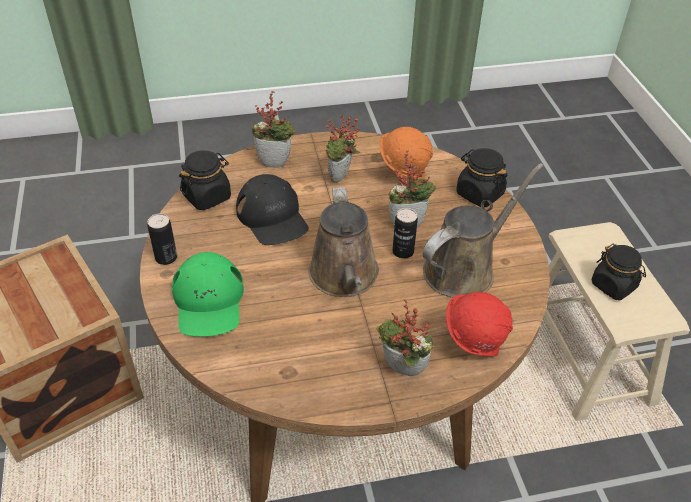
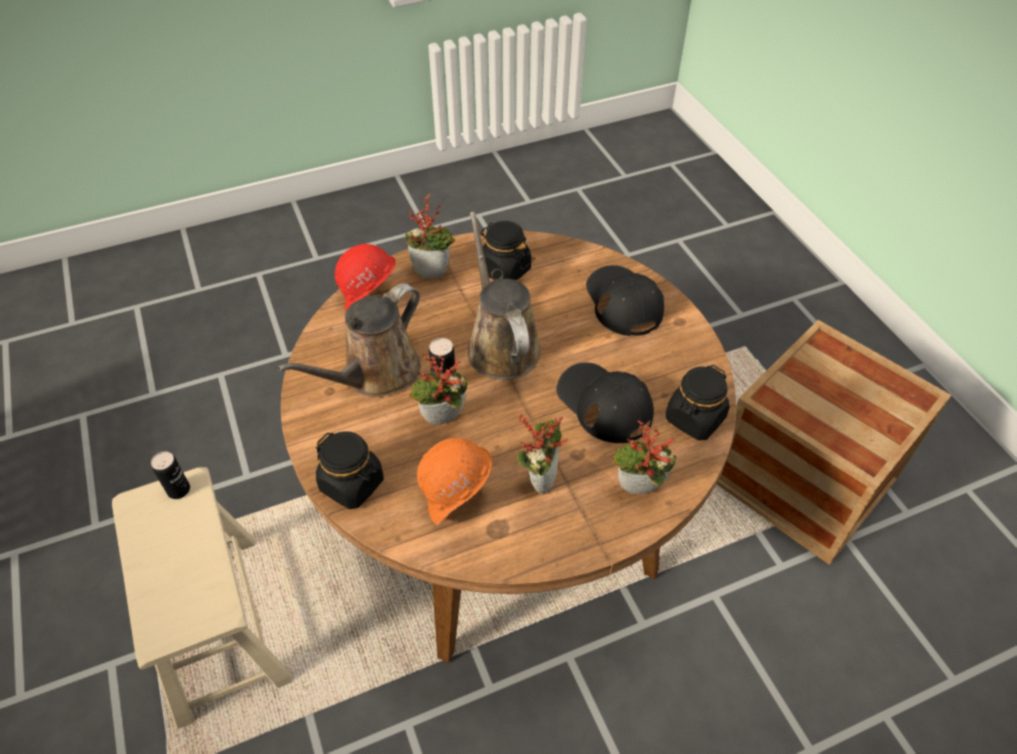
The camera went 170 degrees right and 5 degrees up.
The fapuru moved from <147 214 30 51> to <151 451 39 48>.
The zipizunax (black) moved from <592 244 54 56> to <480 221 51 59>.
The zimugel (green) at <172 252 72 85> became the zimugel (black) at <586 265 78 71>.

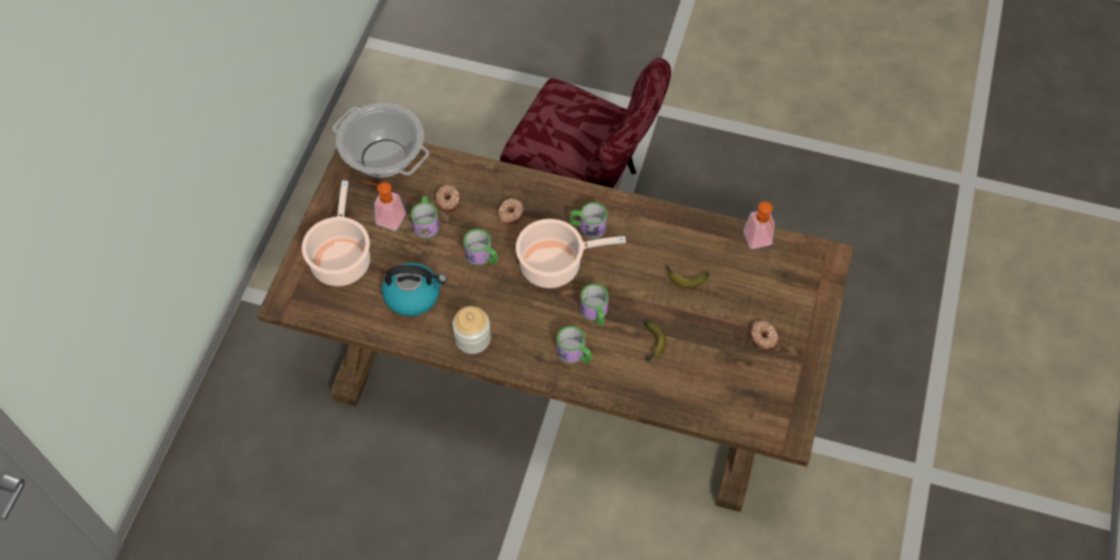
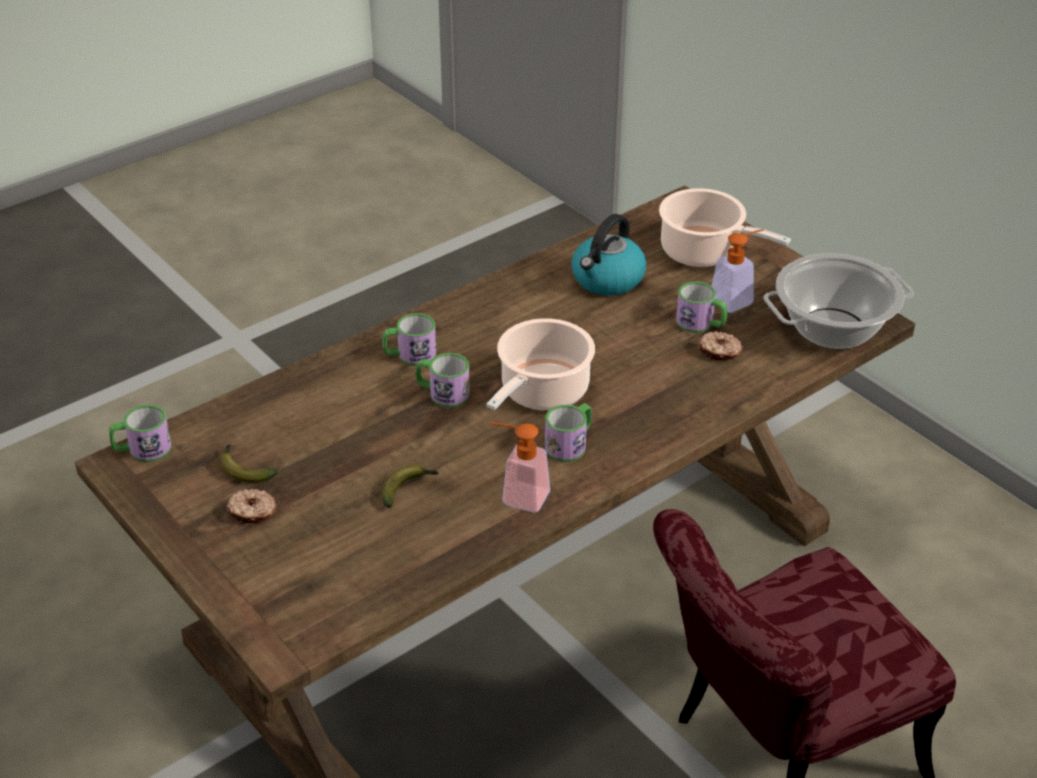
The camera went 125 degrees right and 20 degrees down.
The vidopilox moved from <463 229 35 37> to <109 405 63 57>.
The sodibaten moved from <644 321 23 41> to <220 444 58 39>.
The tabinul moved from <743 201 32 48> to <490 422 60 91>.
The zipizunax at <453 306 38 48> disappeared.
The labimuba at <498 198 26 28> disappeared.

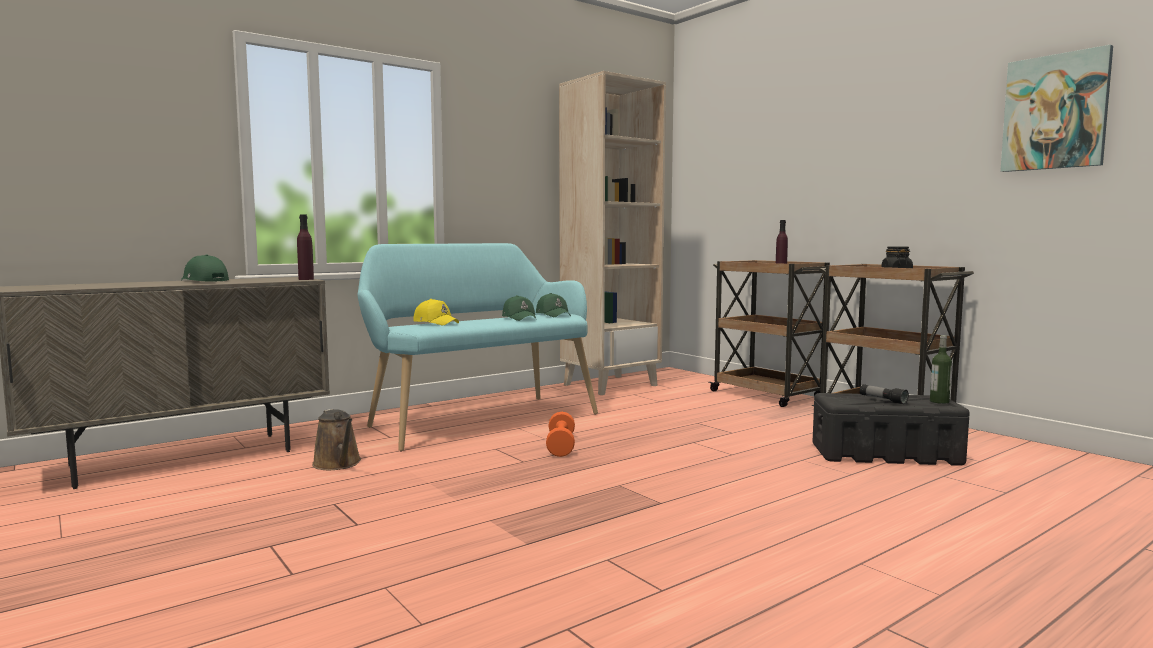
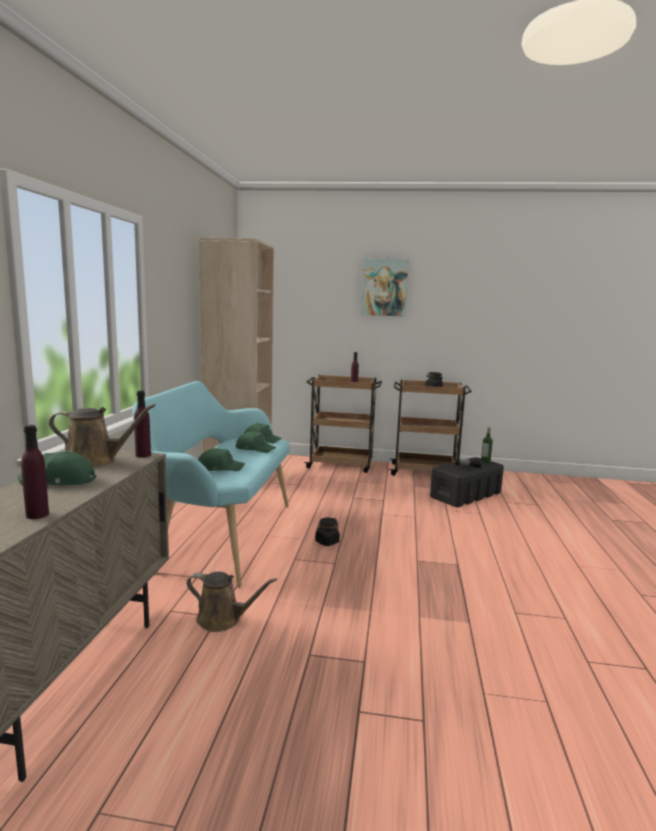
The camera went 45 degrees left and 5 degrees up.
The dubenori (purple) at <21 425 28 94> appeared.
The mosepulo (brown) at <49 404 107 64> appeared.
The zimugel (yellow) at <413 299 46 26> became the zimugel (green) at <198 448 47 23>.
The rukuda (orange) at <546 412 29 45> was replaced by the zipizunax (black) at <315 517 25 29>.
The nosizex moved from <1000 45 113 127> to <361 258 48 59>.

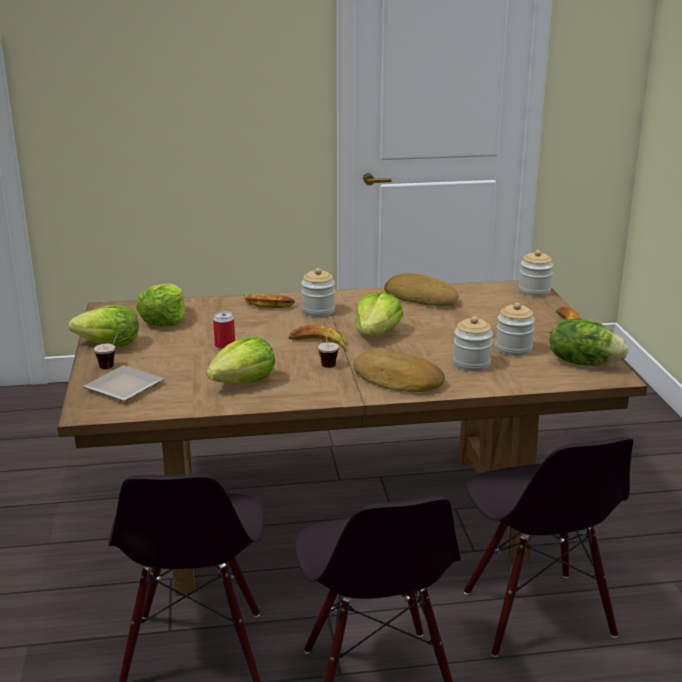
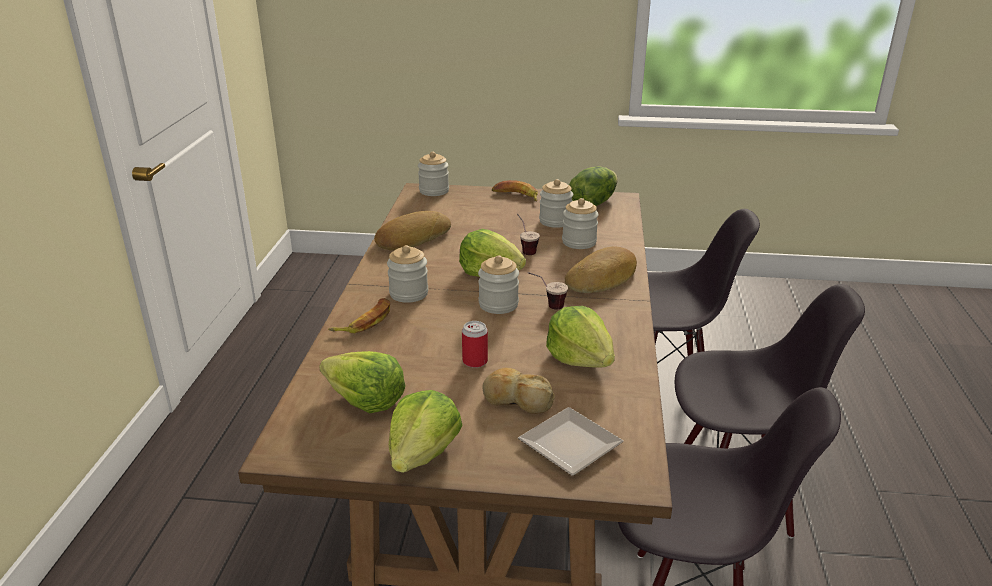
The camera went 75 degrees left and 5 degrees up.
The sodibaten at <289 325 57 24> was replaced by the zipizunax at <478 255 41 59>.
The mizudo at <482 368 73 46> appeared.
The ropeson moved from <94 327 34 42> to <517 214 23 41>.

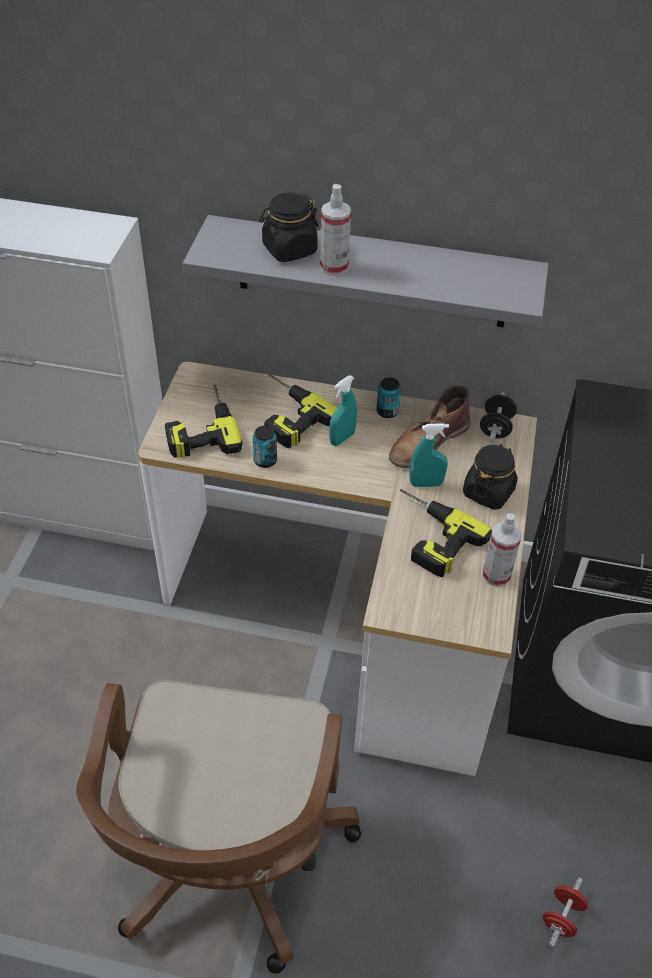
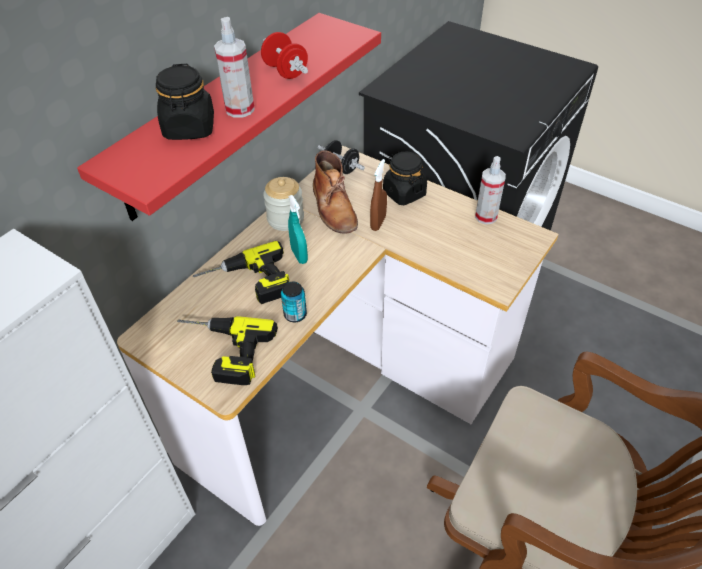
The camera went 65 degrees left and 0 degrees up.
The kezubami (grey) at <183 215 366 112> became the kezubami (red) at <77 13 304 208>.
The rukuda (red) moved from <543 878 45 69> to <261 32 47 47>.
The fapuru at <377 377 24 41> was replaced by the zipizunax at <263 177 41 54>.
The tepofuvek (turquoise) at <410 423 39 64> became the tepofuvek (brown) at <370 159 17 72>.
The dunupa at <400 489 92 88> disappeared.

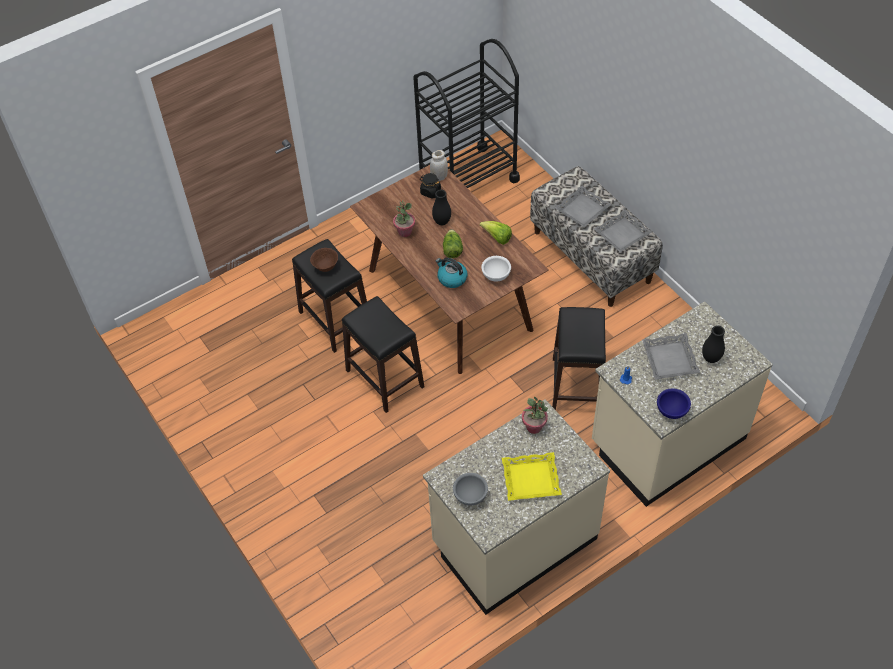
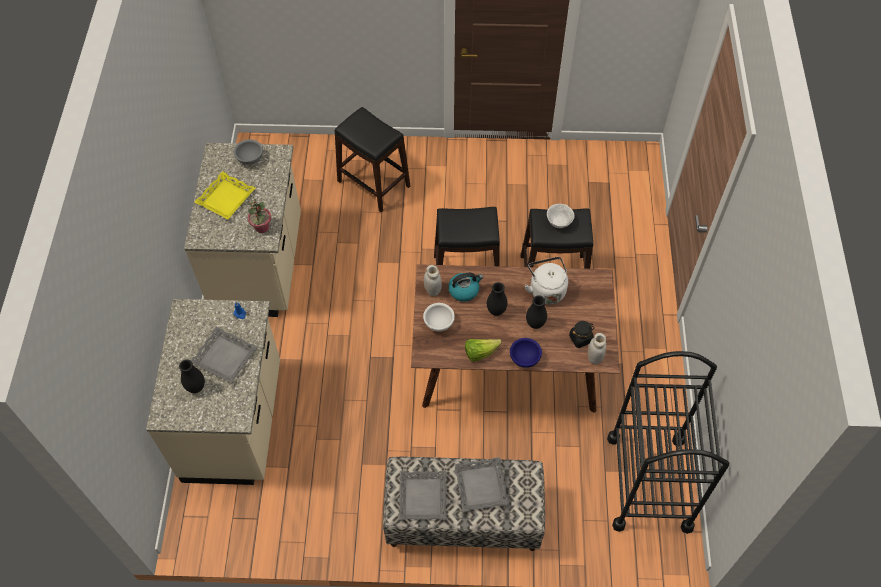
The camera went 125 degrees right and 5 degrees up.
The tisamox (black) moved from <552 307 54 103> to <334 107 76 105>.
The zipizunax (white) at <424 265 18 31> appeared.
The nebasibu at <443 229 20 29> was replaced by the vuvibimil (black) at <487 282 20 34>.
The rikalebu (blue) moved from <657 389 34 30> to <510 338 32 30>.
The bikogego at <393 200 22 37> was replaced by the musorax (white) at <525 257 43 47>.
The rikalebu (brown) at <310 248 28 24> became the rikalebu (white) at <547 204 28 24>.

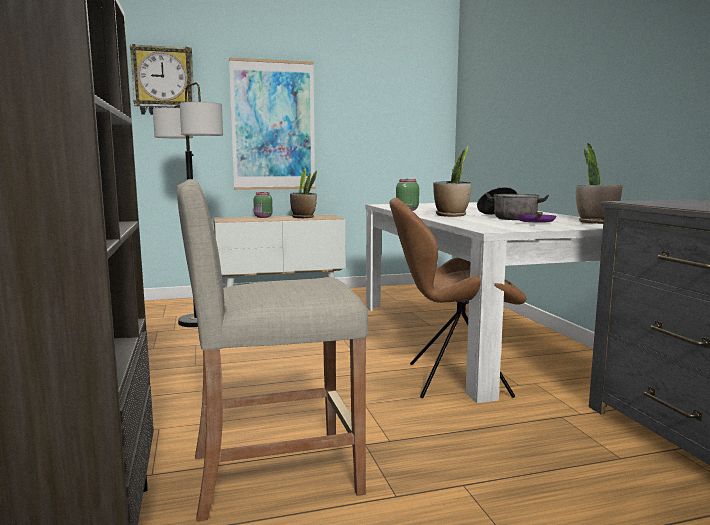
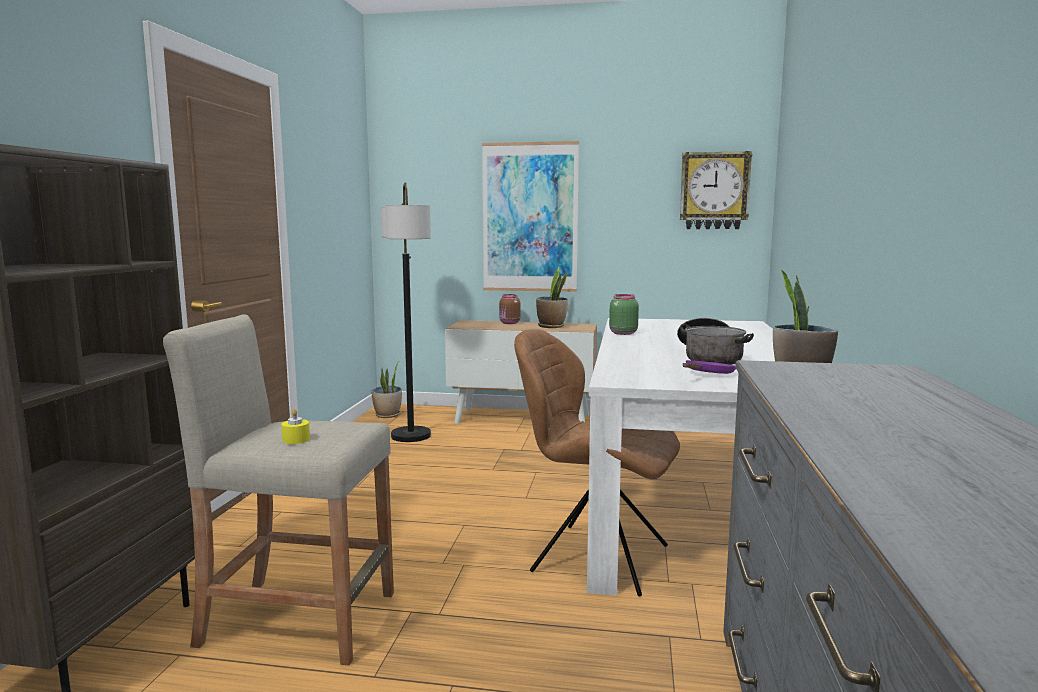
The camera went 25 degrees right and 0 degrees up.
The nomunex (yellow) at <281 409 29 35> appeared.
The bikogego moved from <433 146 39 71> to <371 362 31 56>.
The zipizunax (green) at <254 192 18 26> became the zipizunax (brown) at <499 294 21 30>.
The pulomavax moved from <130 44 64 71> to <680 151 72 78>.

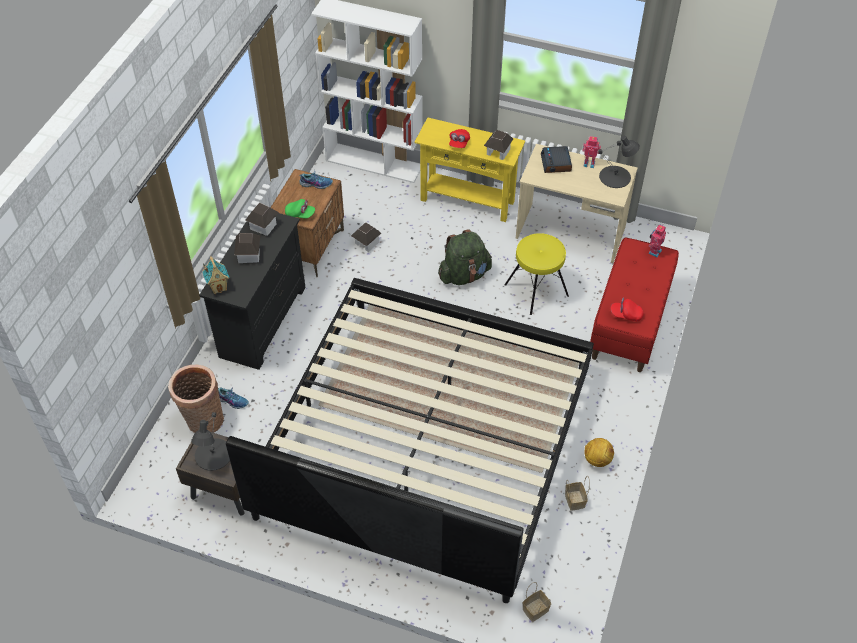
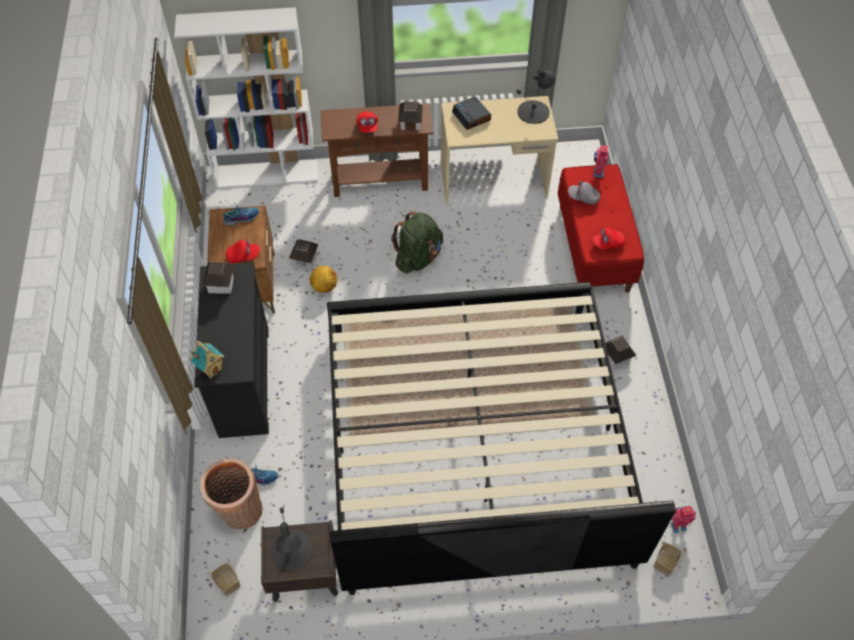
The camera went 25 degrees left and 5 degrees up.
The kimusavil moved from <565 476 25 35> to <207 558 34 38>.
The zimugel (green) at <285 199 30 20> became the zimugel (red) at <226 239 34 24>.
The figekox moved from <584 438 30 29> to <309 266 28 27>.
The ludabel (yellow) at <414 117 111 105> became the ludabel (brown) at <321 103 113 94>.
The zimugel (grey) at <568 180 32 25> appeared.
The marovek moved from <234 233 26 30> to <605 336 32 33>.
The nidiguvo moved from <582 136 19 32> to <670 506 26 27>.
The tisamox (yellow) at <504 233 65 82> disappeared.

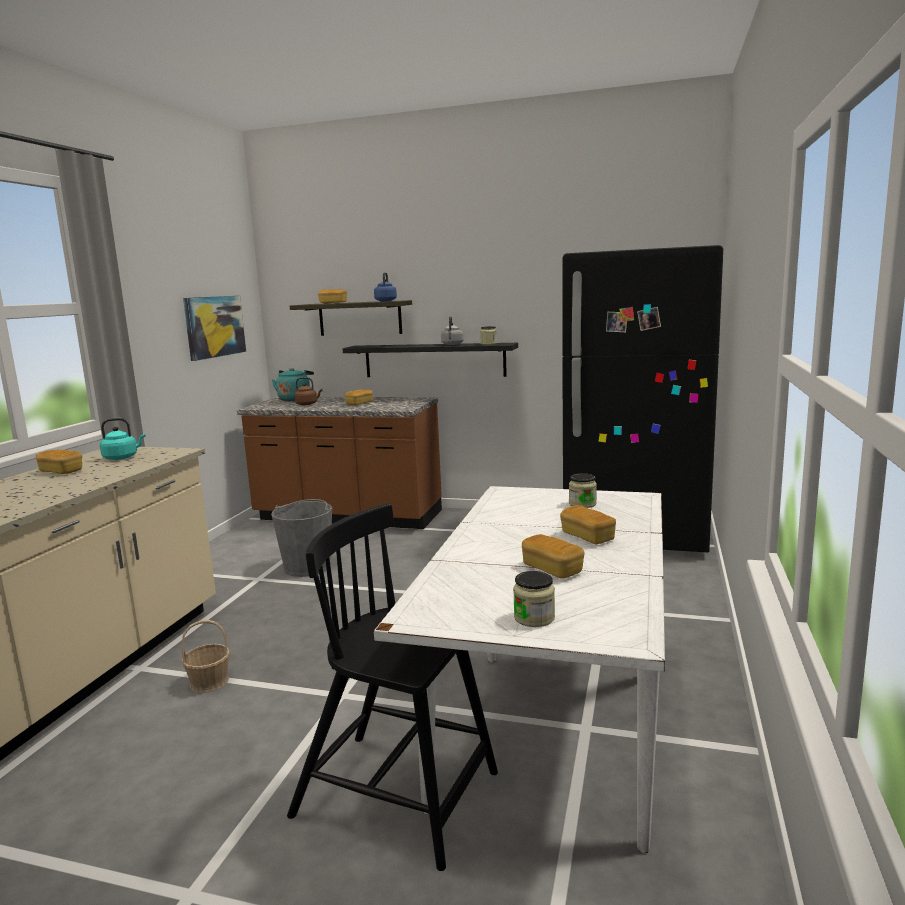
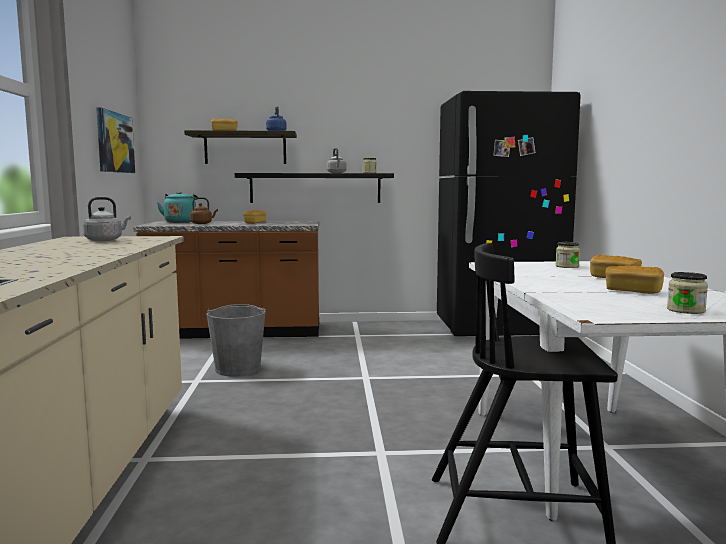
The camera went 20 degrees left and 5 degrees down.
The musorax (turquoise) at <100 418 45 42> became the musorax (grey) at <83 197 48 44>.
The mizudo at <36 450 46 24> disappeared.
The kimusavil at <181 620 49 73> disappeared.

